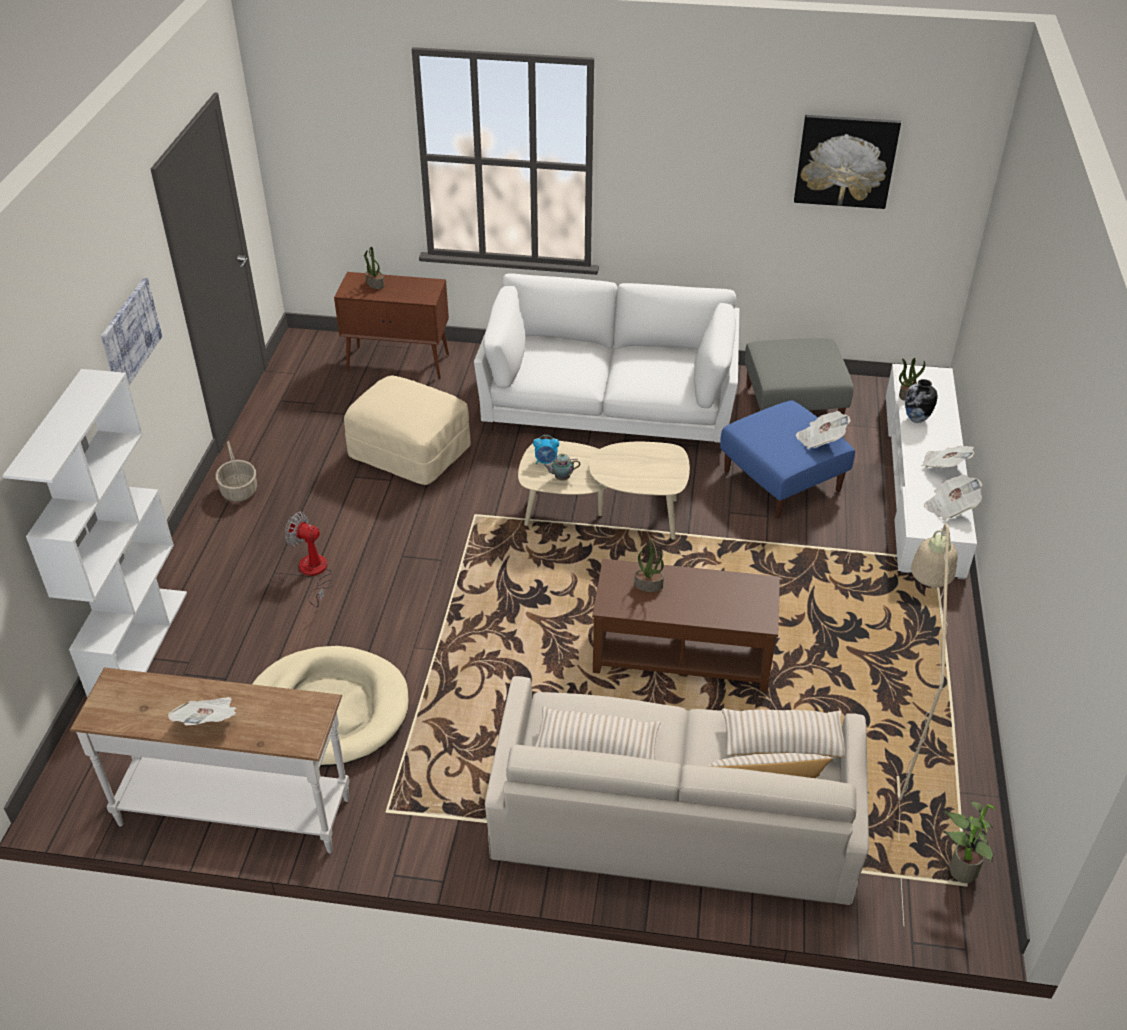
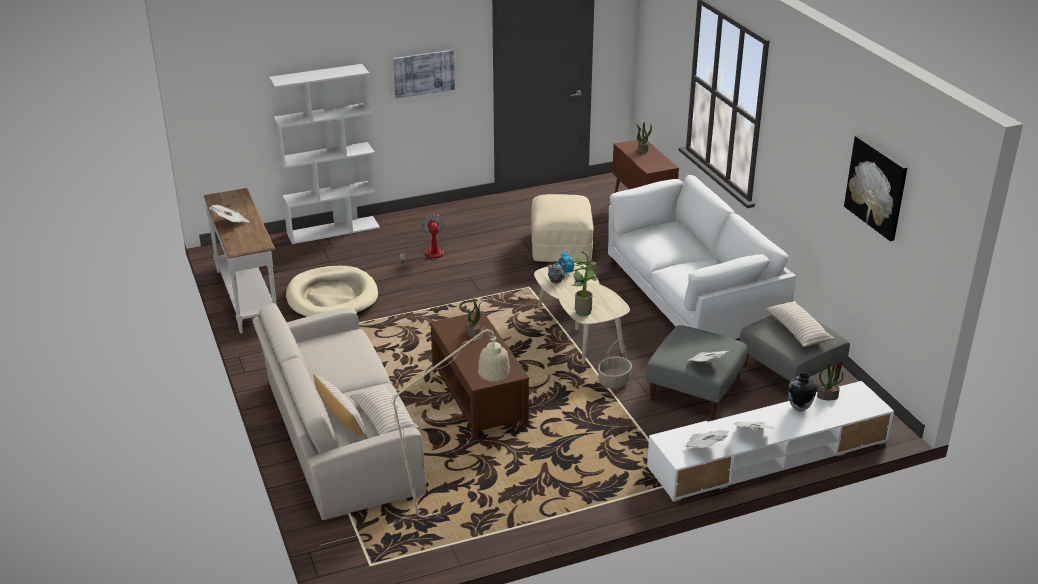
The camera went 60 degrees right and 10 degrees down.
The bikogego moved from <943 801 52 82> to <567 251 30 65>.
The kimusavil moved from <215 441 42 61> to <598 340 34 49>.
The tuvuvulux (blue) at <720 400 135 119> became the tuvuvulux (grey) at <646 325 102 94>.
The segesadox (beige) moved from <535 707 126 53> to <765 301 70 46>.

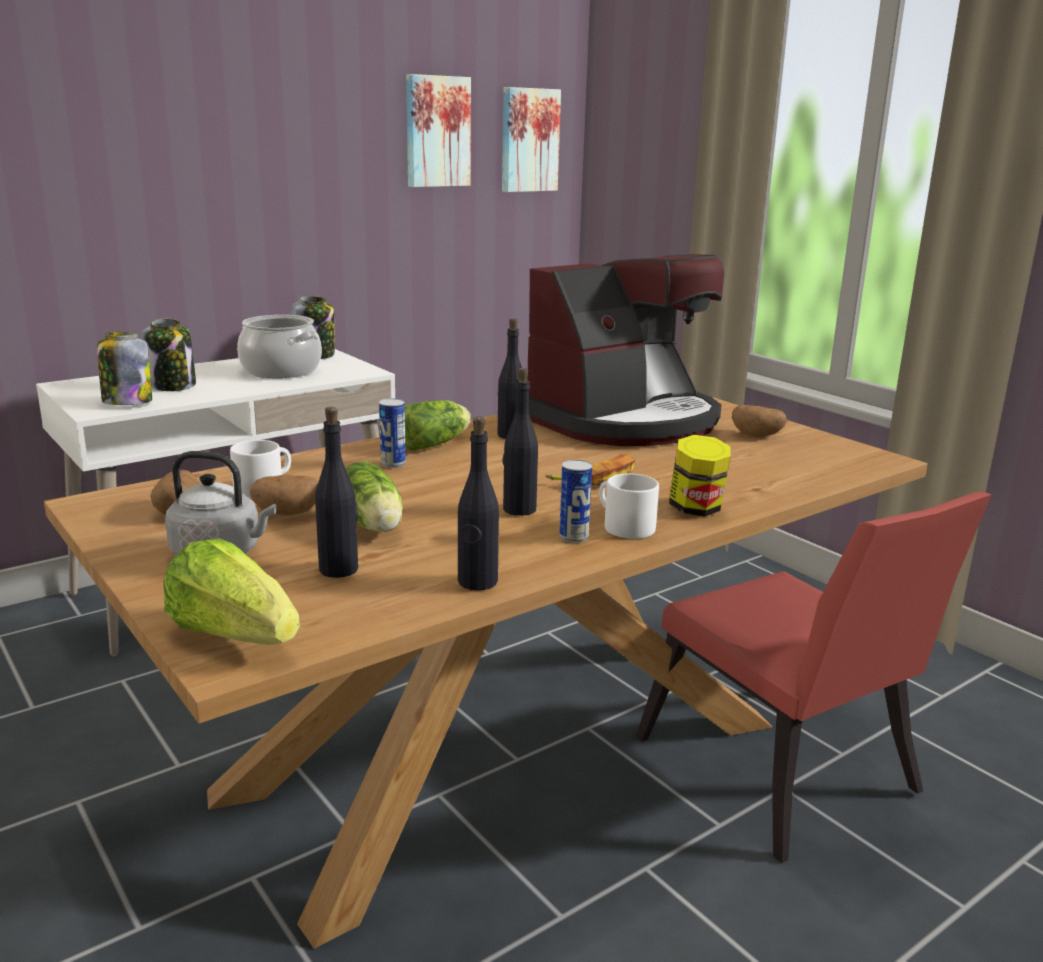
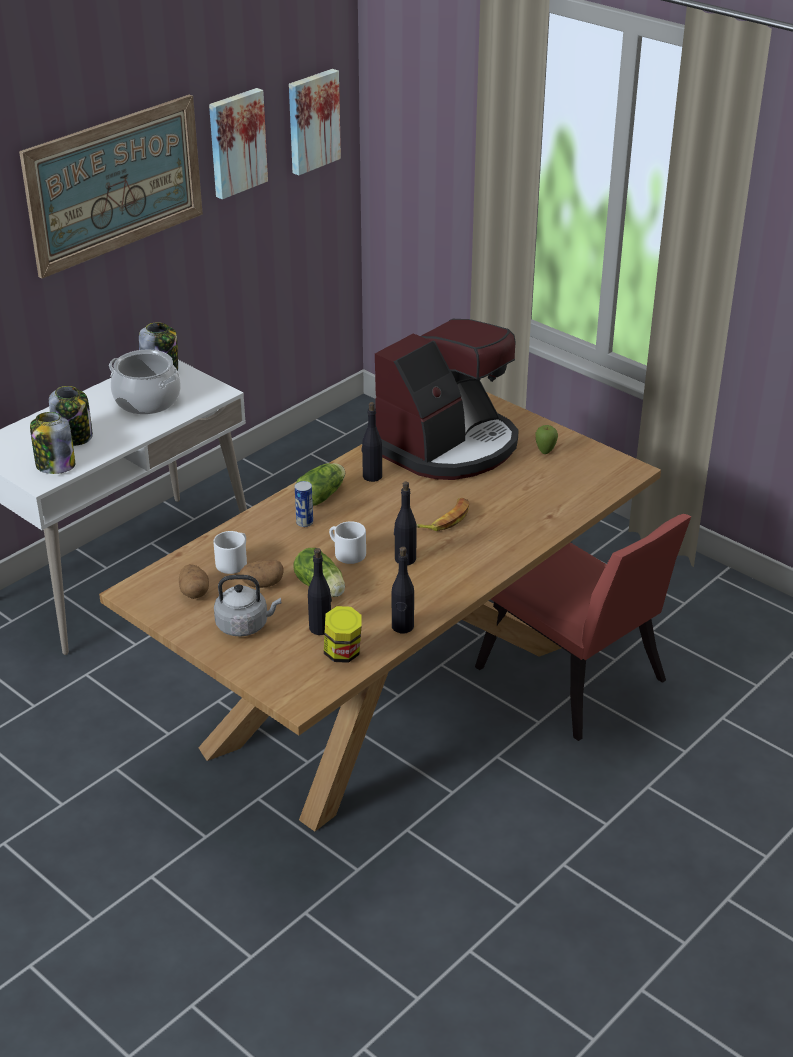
The camera went 10 degrees left and 15 degrees up.
The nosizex at <19 95 184 183> appeared.
The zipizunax moved from <669 435 62 82> to <324 606 38 57>.
The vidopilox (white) moved from <599 473 60 66> to <329 521 37 43>.
The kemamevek at <732 405 55 32> was replaced by the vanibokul at <536 425 22 29>.
The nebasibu at <163 538 137 107> disappeared.
The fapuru at <559 460 33 83> disappeared.

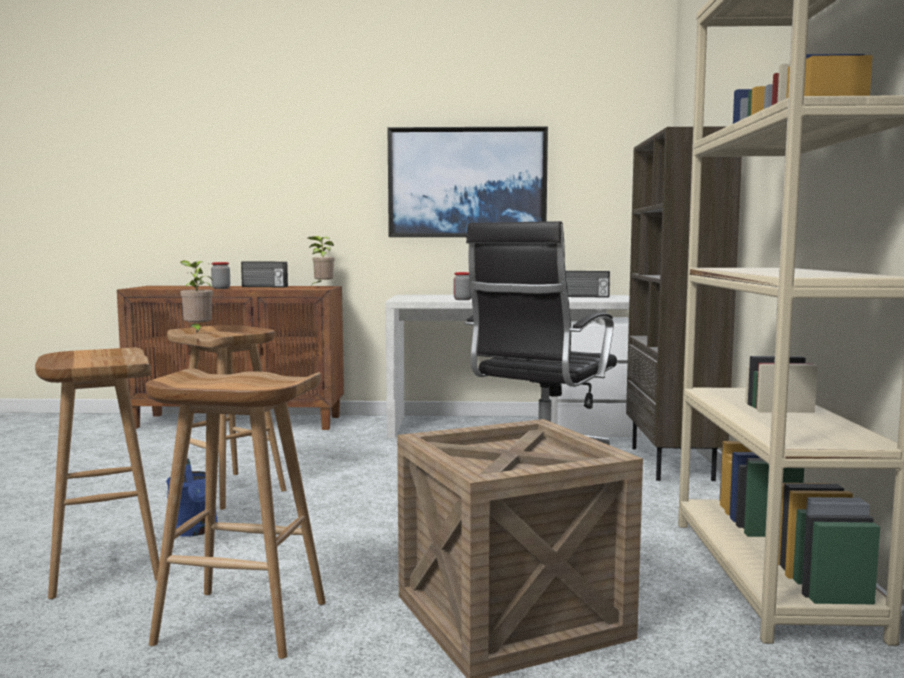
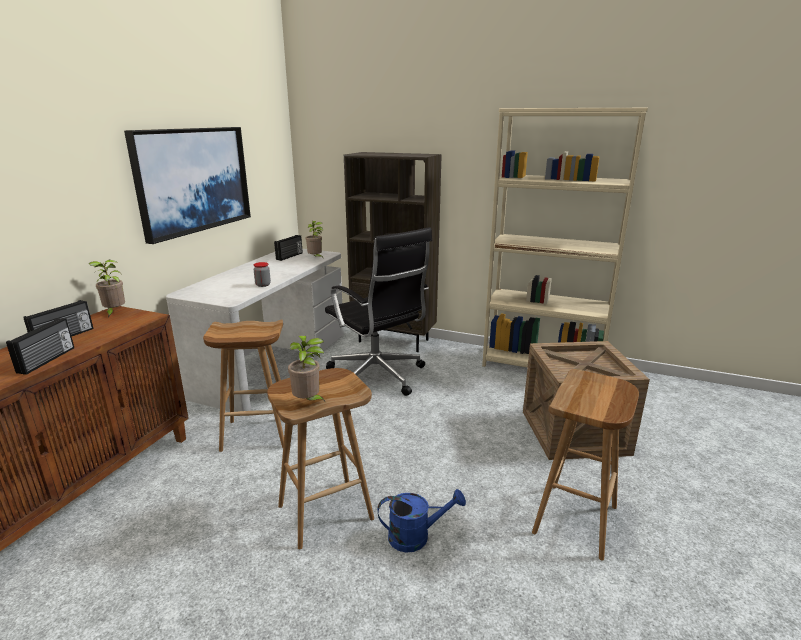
The camera went 70 degrees left and 15 degrees up.
The zipizunax at <211 262 19 27> was replaced by the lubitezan at <6 318 68 57>.
The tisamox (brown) moved from <35 348 124 251> to <203 320 81 132>.
The bikogego at <306 221 18 38> appeared.

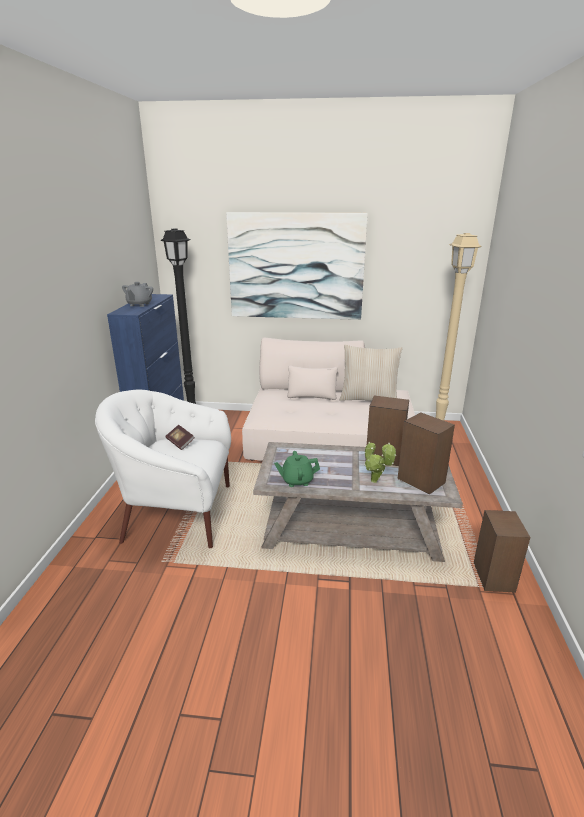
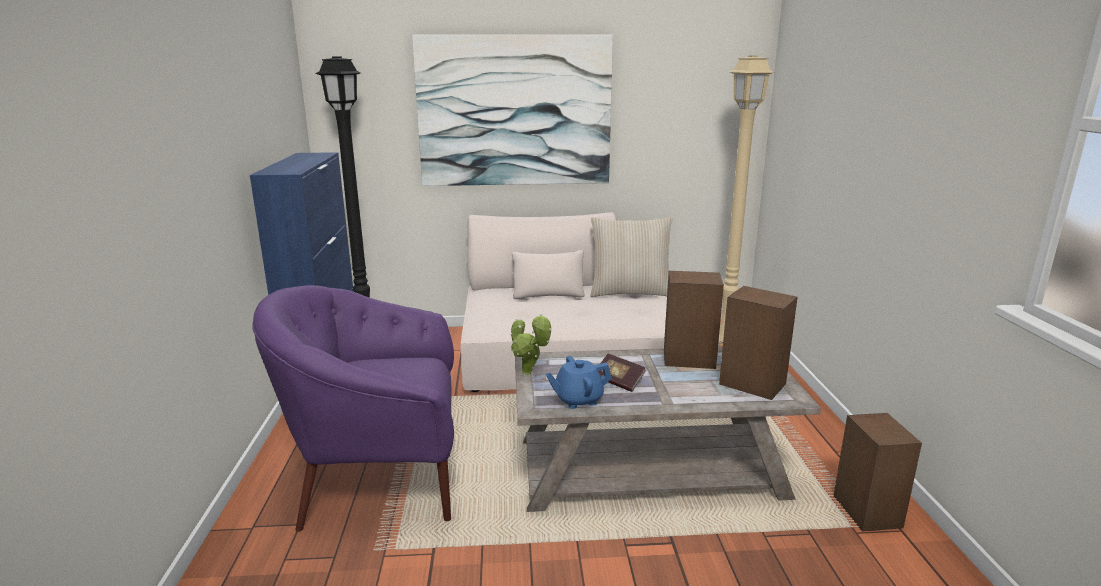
The camera went 10 degrees left and 5 degrees down.
The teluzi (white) at <95 390 136 158> became the teluzi (purple) at <252 285 202 247>.
The bikogego moved from <364 442 32 41> to <511 314 40 61>.
The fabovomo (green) at <274 451 46 36> became the fabovomo (blue) at <546 356 66 53>.
The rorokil moved from <165 425 30 25> to <598 354 47 38>.
The fabovomo (grey) at <122 282 31 25> disappeared.

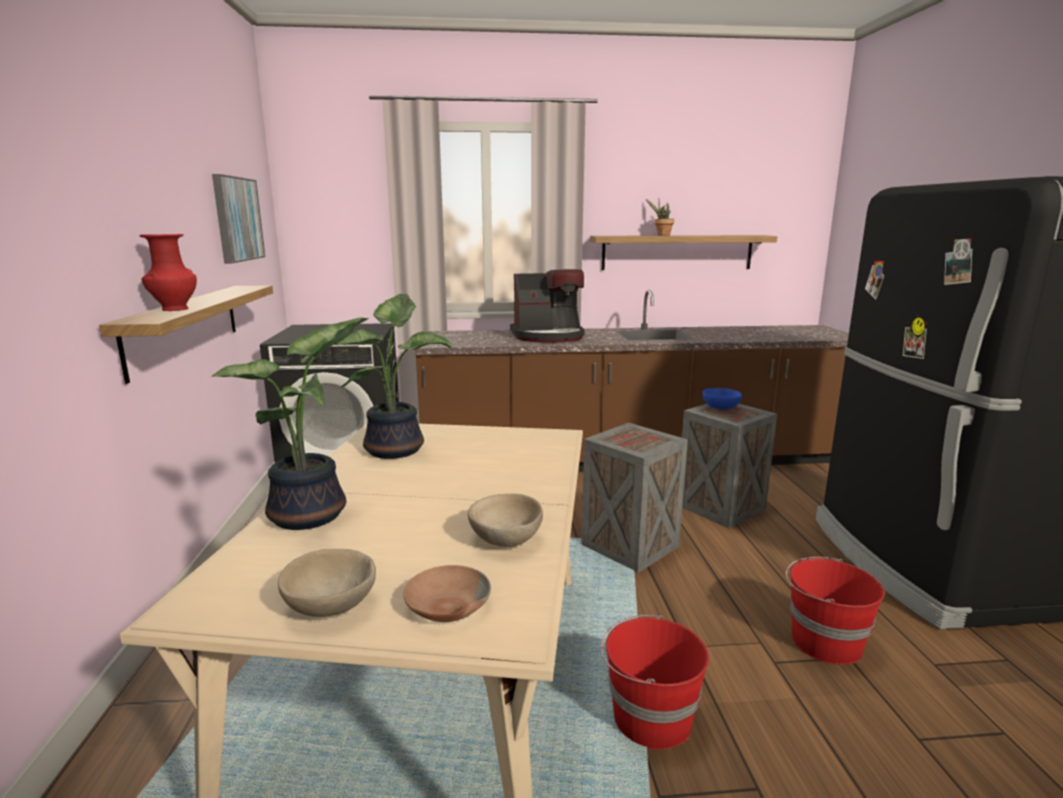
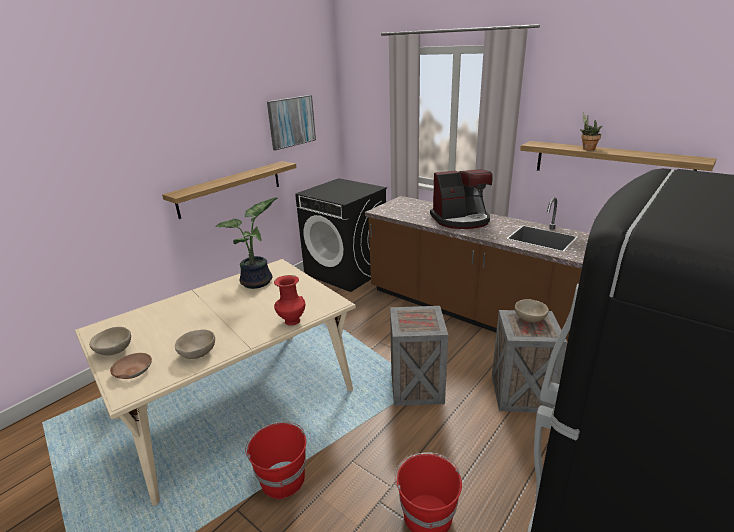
The camera went 45 degrees right and 10 degrees up.
The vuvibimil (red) moved from <140 234 57 77> to <274 275 31 51>.
The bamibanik at <510 269 75 74> turned 45 degrees counterclockwise.
The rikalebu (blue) at <702 388 40 22> became the rikalebu (beige) at <515 299 34 24>.
The bikogego at <212 317 157 213> disappeared.

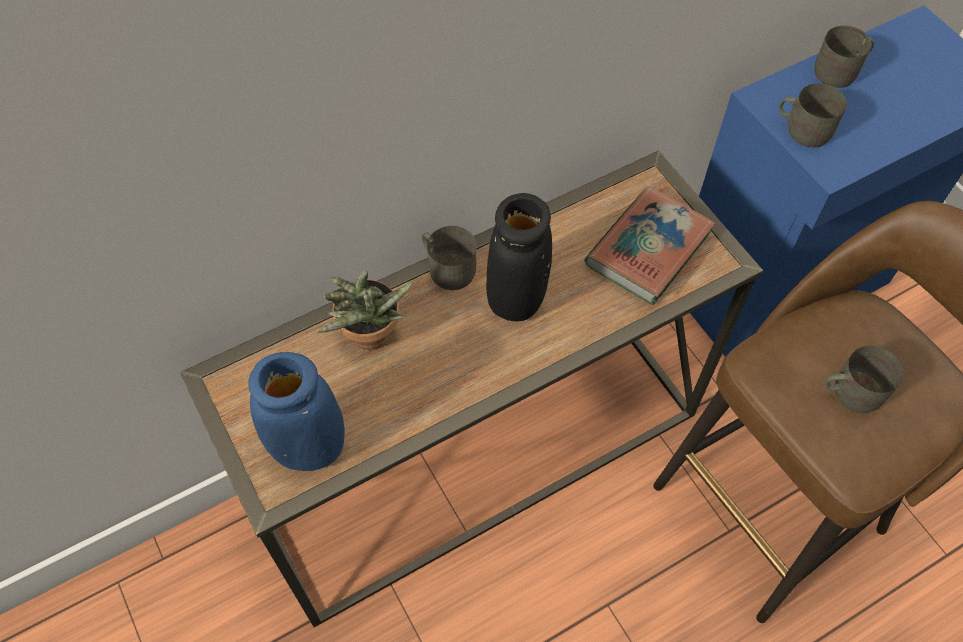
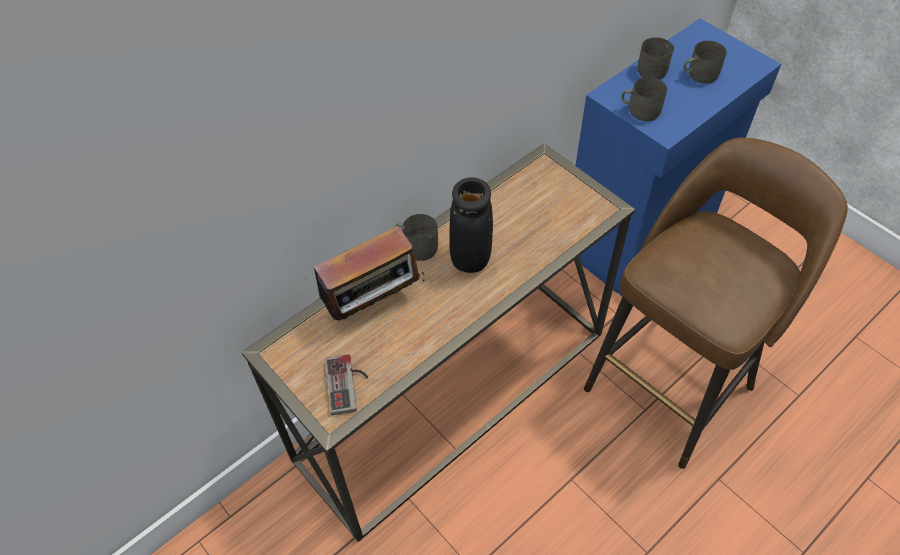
The camera went 10 degrees left and 5 degrees down.
The bikogego at <316 270 98 80> was replaced by the lubitezan at <314 226 111 95>.
The vuvibimil (blue) at <249 352 96 119> was replaced by the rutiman at <326 354 42 61>.
The vidopilox (grey) moved from <825 346 78 67> to <684 41 43 43>.
The rorokil at <584 186 131 119> disappeared.

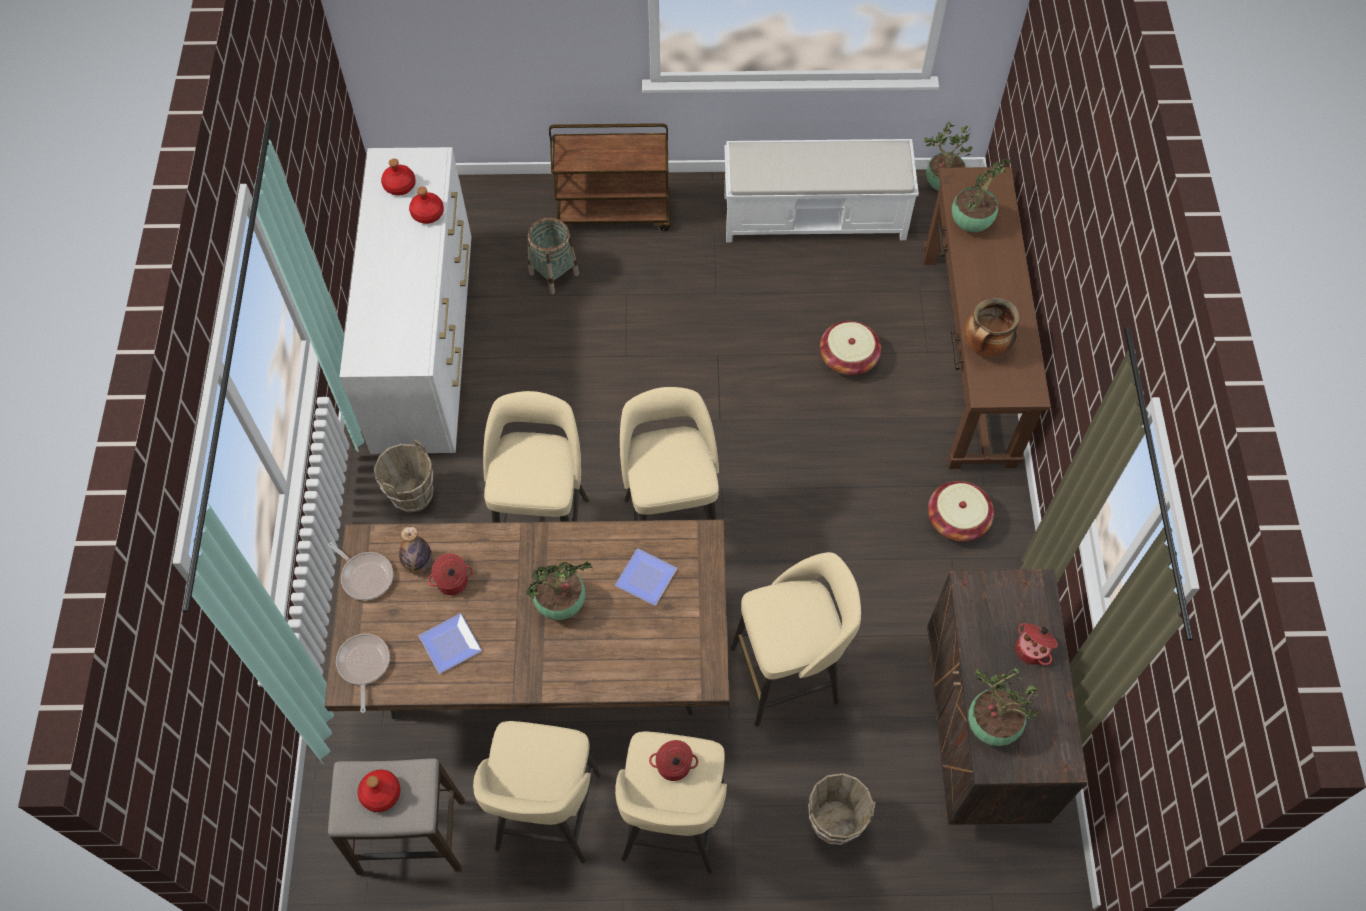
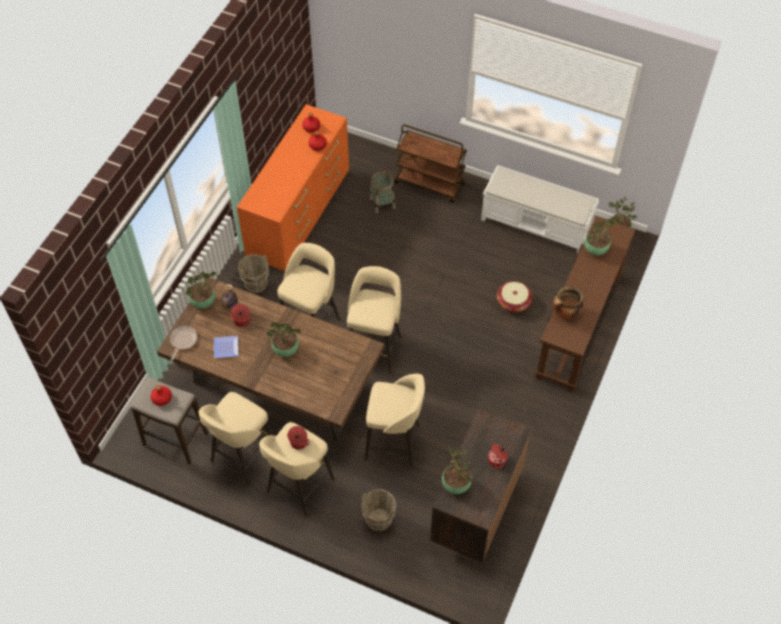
The camera went 25 degrees right and 5 degrees down.
The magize at <328 542 65 58> was replaced by the bikogego at <186 271 30 38>.
The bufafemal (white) at <339 147 132 307> became the bufafemal (orange) at <237 104 112 167>.
The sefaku at <615 548 62 57> disappeared.
The kimusavil at <928 481 66 61> disappeared.

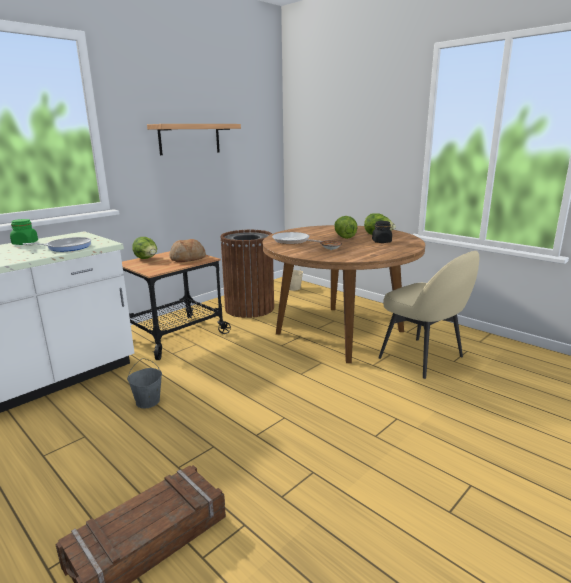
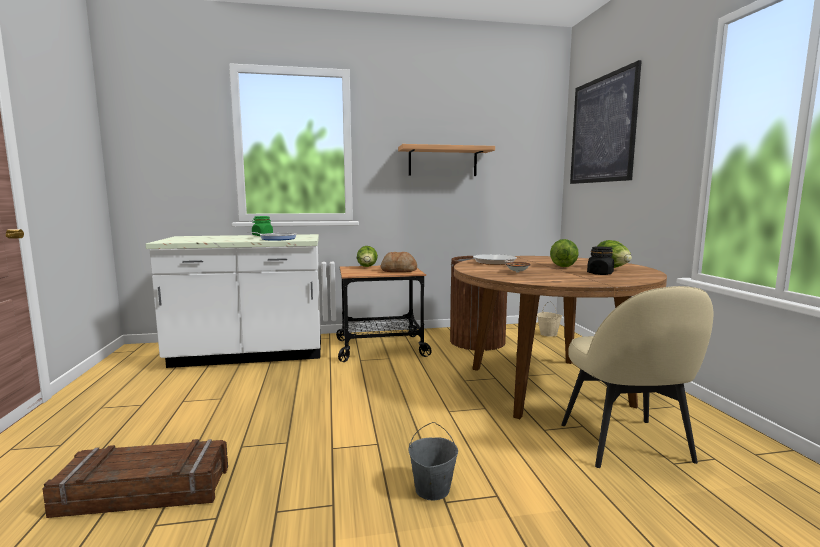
The camera went 35 degrees right and 10 degrees down.
The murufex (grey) moved from <127 358 35 50> to <409 422 49 78>.
The nosizex at <570 60 72 124> appeared.

